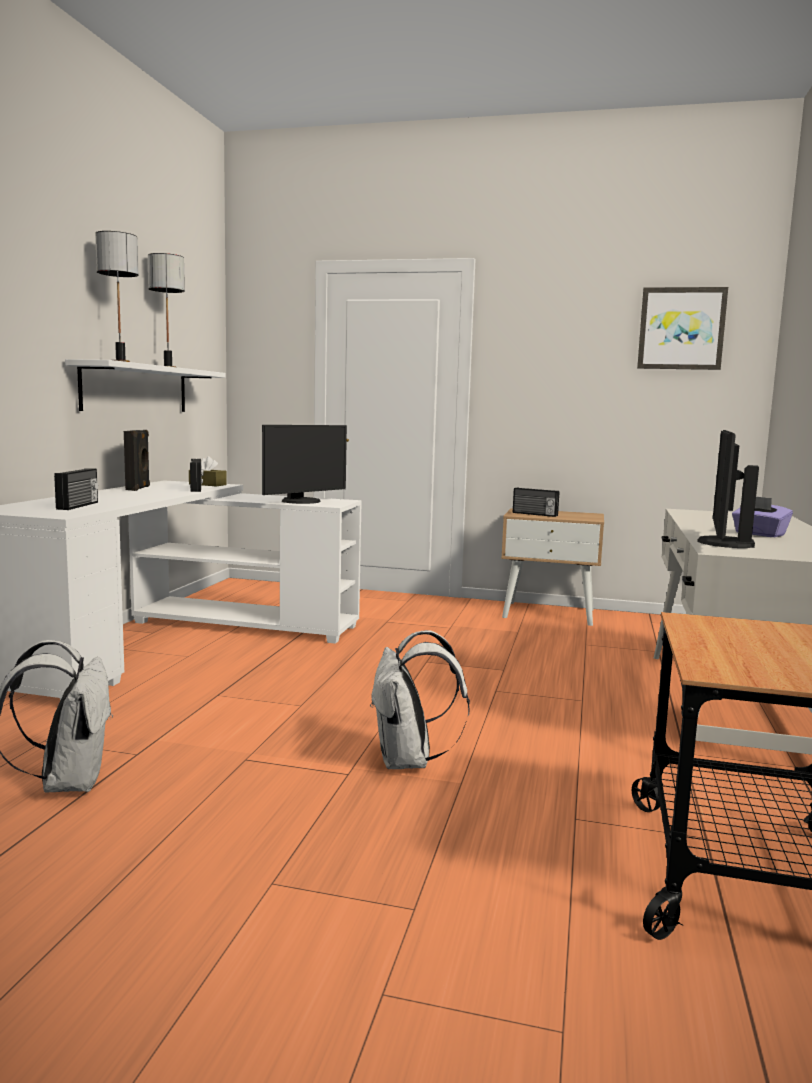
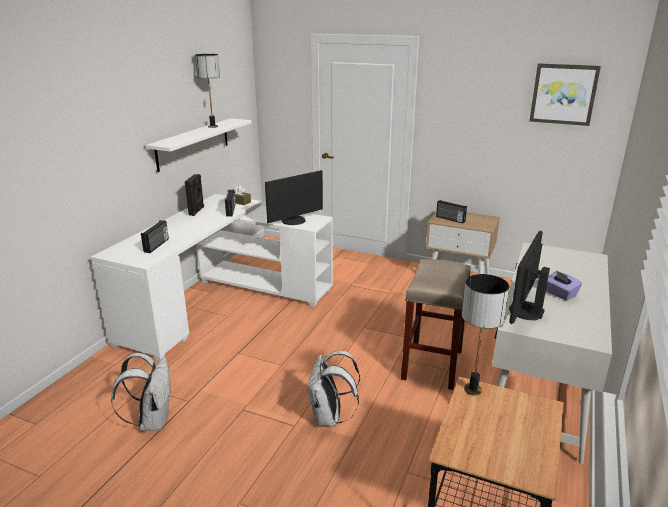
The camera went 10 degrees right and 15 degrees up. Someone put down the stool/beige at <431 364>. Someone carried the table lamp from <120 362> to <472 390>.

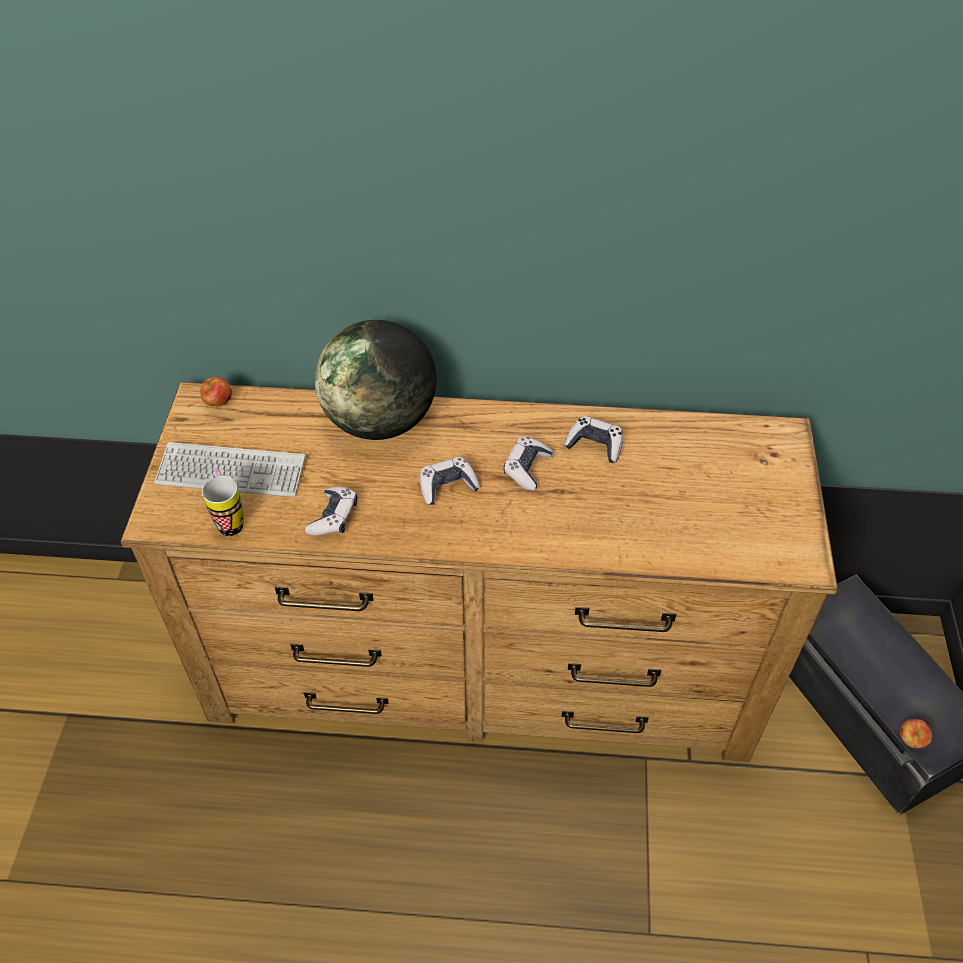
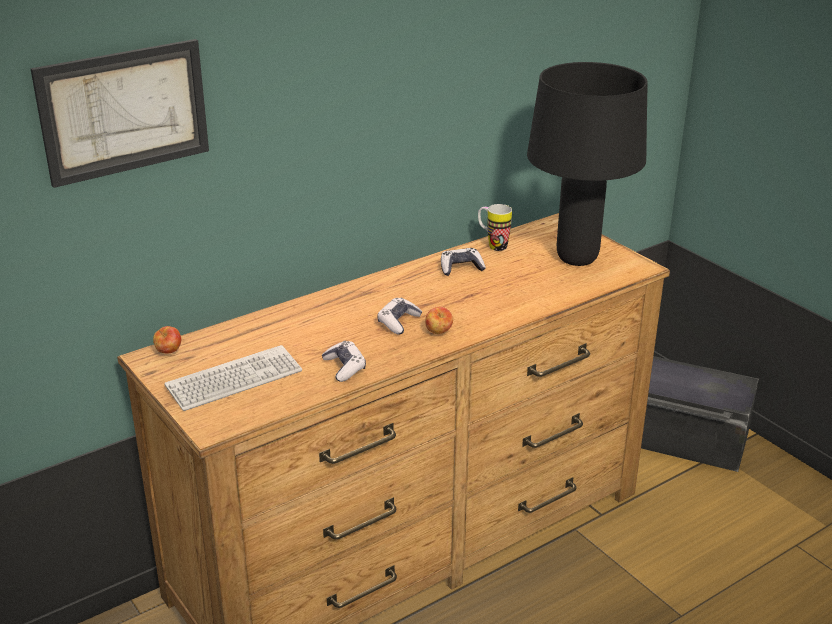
The camera went 40 degrees left and 20 degrees down. Someone put up the picture at <124 111>. Someone carried the apple from <910 740> to <438 332>. Someone carried the mug from <229 520> to <492 245>. Someone put down the table lamp/black at <578 258>. Someone took away the globe at <380 421>. Someone took away the game controller at <527 468>.

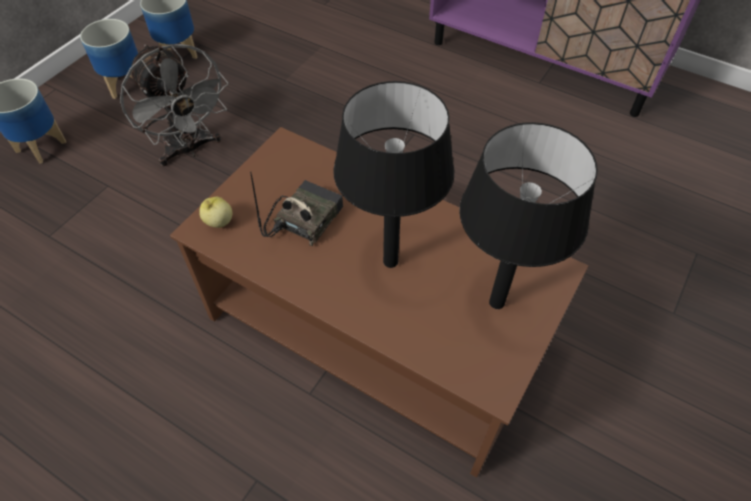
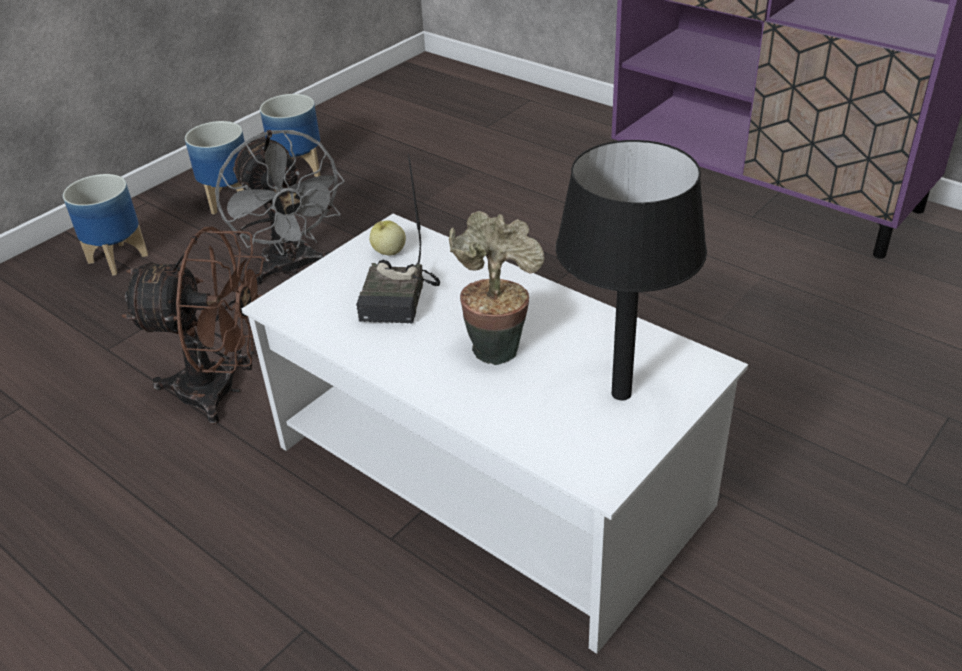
The camera went 10 degrees right and 15 degrees down. Someone put down the fan/brown at <222 391>. Someone repainted the coffee table/brown at <377 331>, which became the coffee table/white at <491 476>. Someone rotated the radio at <303 219> by 150 degrees clockwise. Someone carried the apple from <218 222> to <389 252>. Someone swapped the table lamp/black at <390 261> for the potted plant at <497 346>.

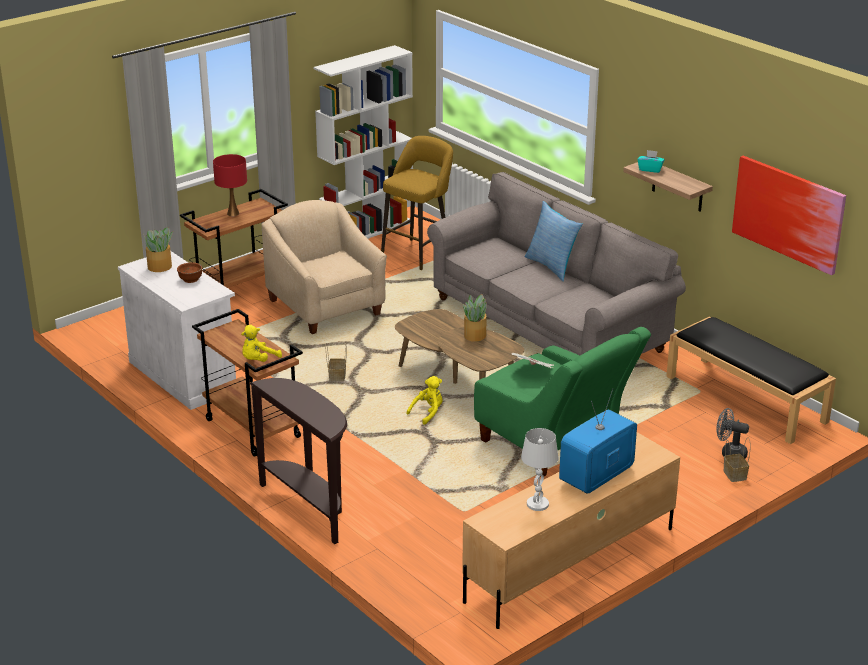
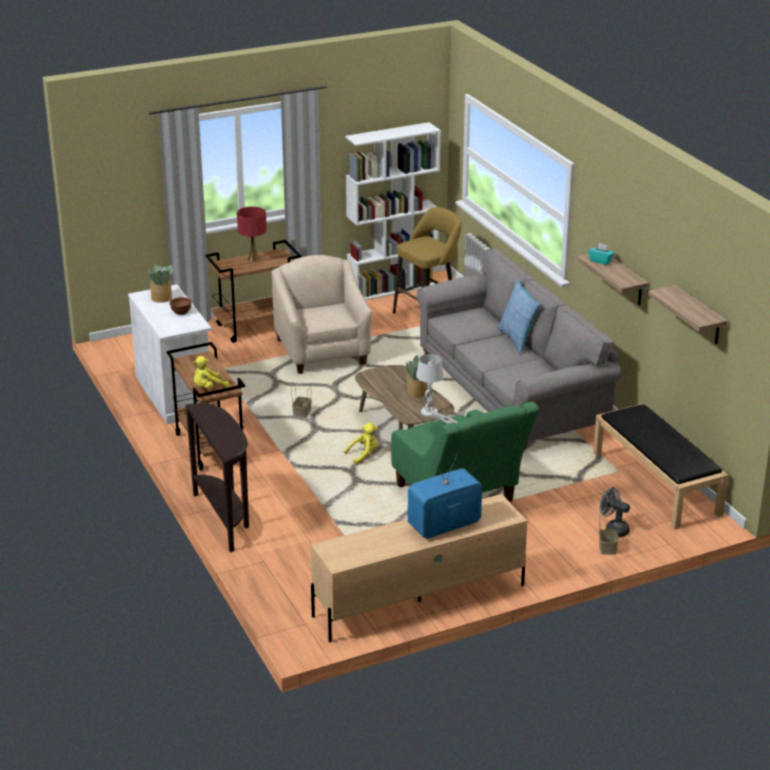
The camera went 15 degrees right and 0 degrees up. Someone carried the table lamp/white from <537 504> to <429 412>. Someone swapped the picture at <788 213> for the shelf at <699 316>.

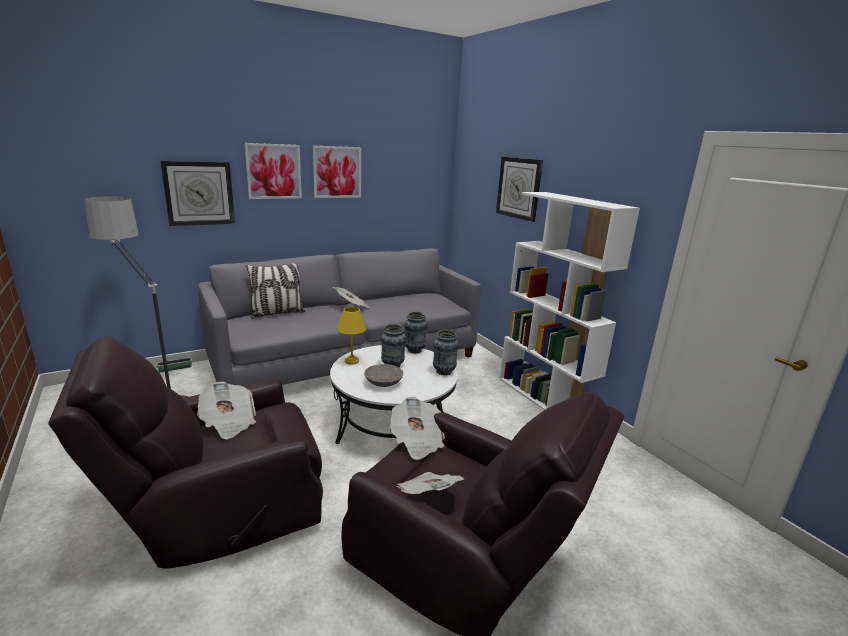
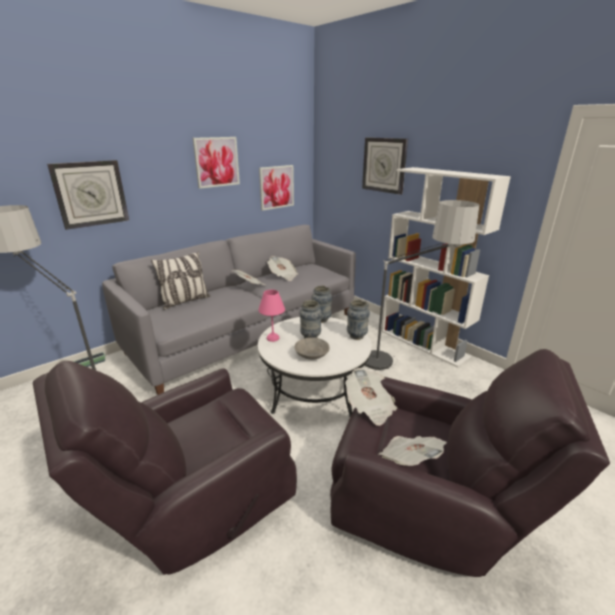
The camera went 10 degrees left and 5 degrees up. Someone repainted the table lamp/yellow at <352 361>, which became the table lamp/pink at <273 338>. Someone carried the picture from <273 171> to <276 187>. Someone carried the newspaper from <228 423> to <283 276>. Someone put down the floor lamp at <402 368>.

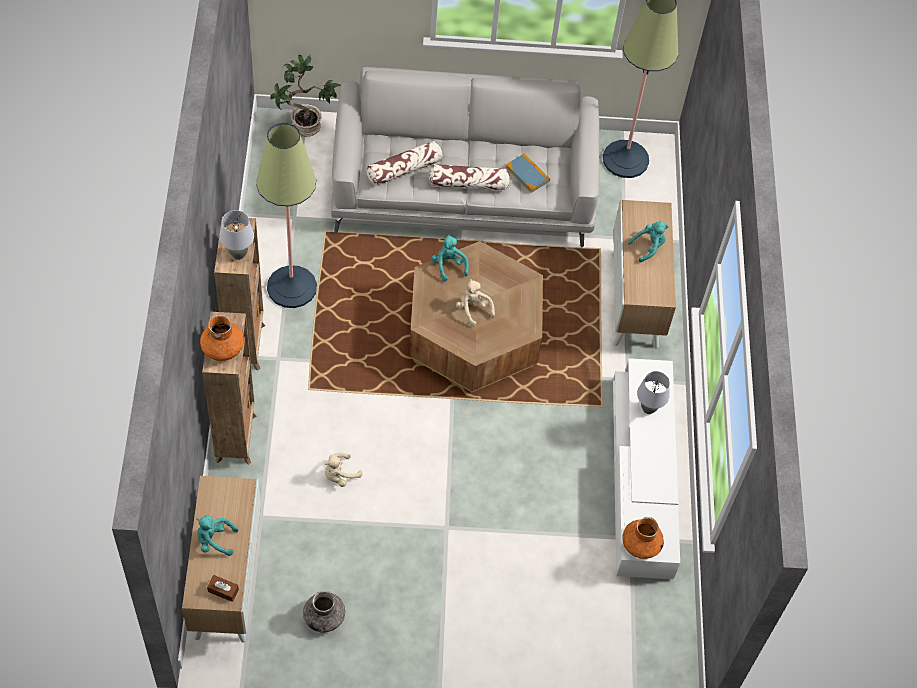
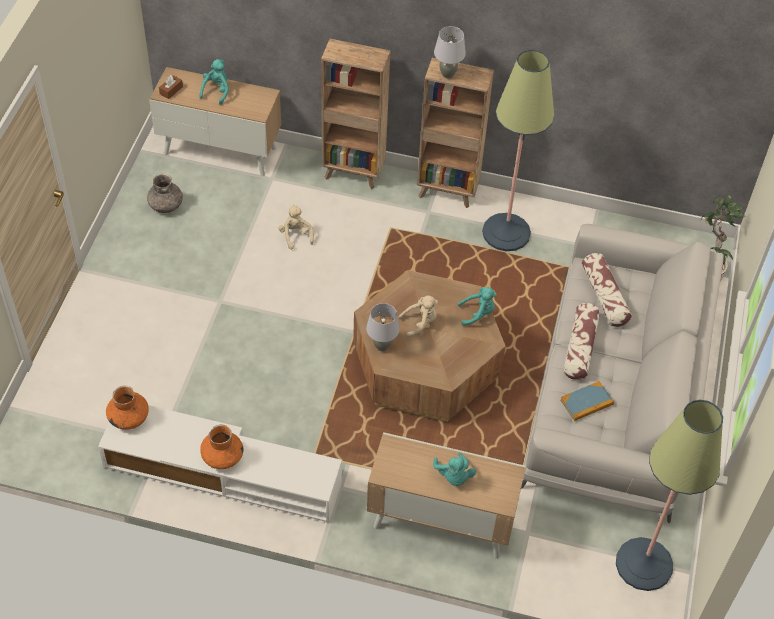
The camera went 105 degrees right and 5 degrees down. Someone carried the vase/orange from <223 348> to <222 457>. Someone carried the table lamp/grey from <648 409> to <381 346>.

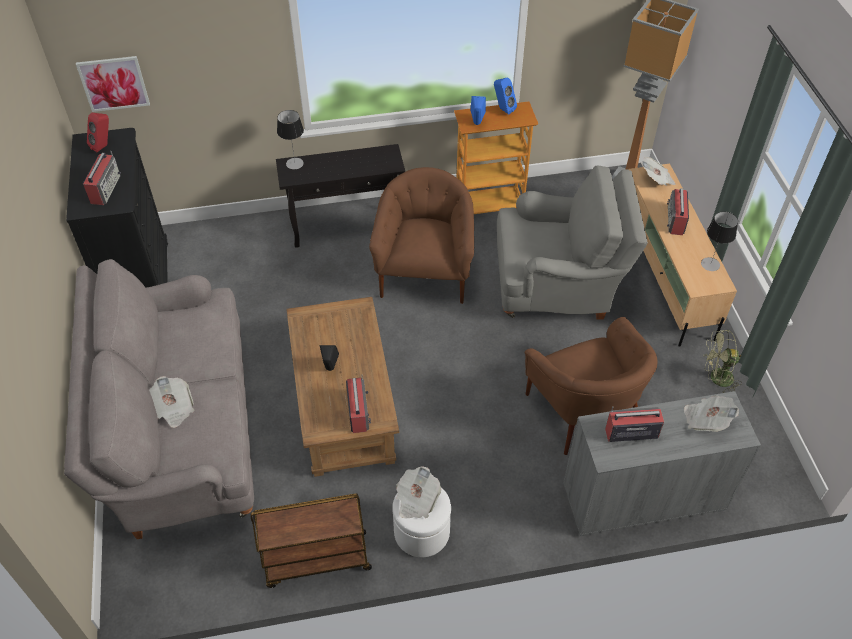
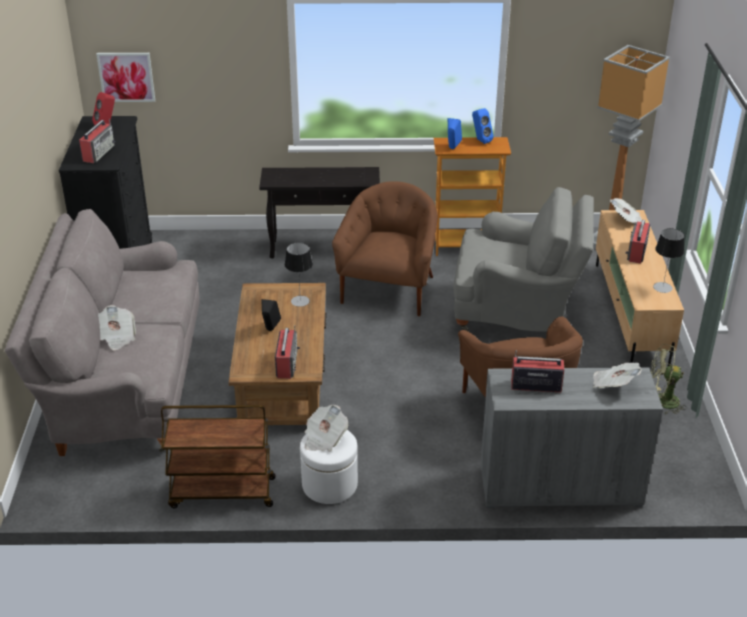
The camera went 10 degrees right and 15 degrees down. Someone carried the table lamp from <295 163> to <300 301>.

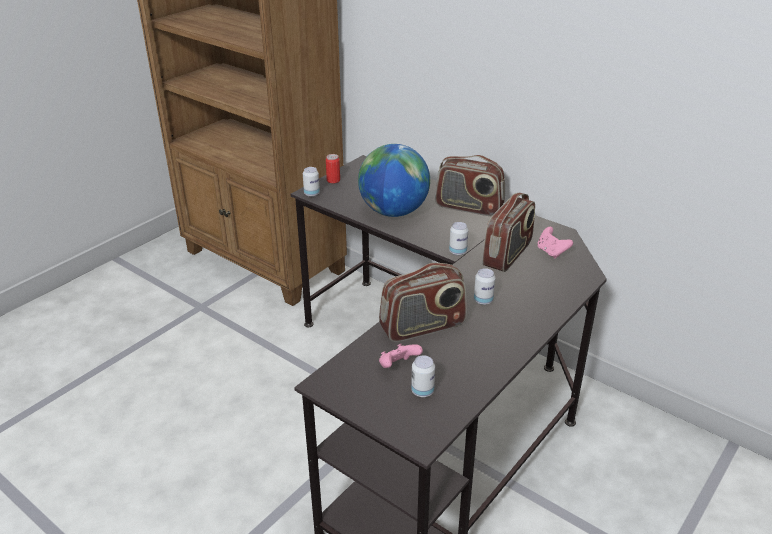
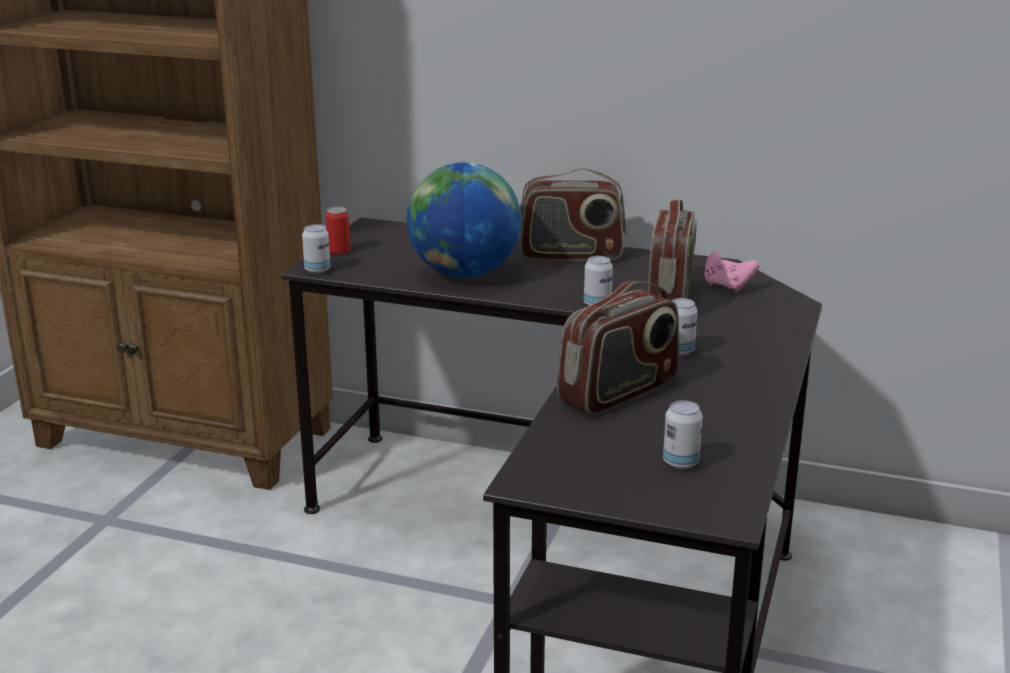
The camera went 20 degrees left and 10 degrees down. Someone took away the game controller/pink at <398 366>.

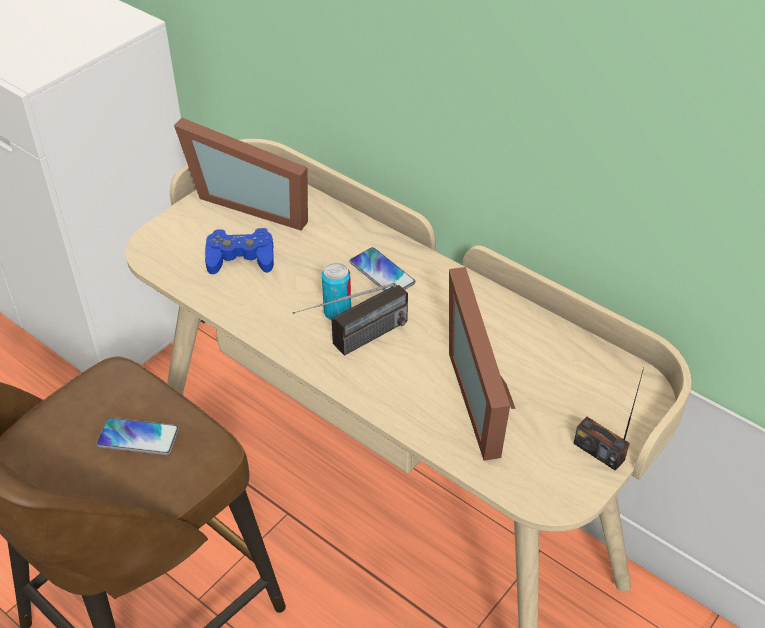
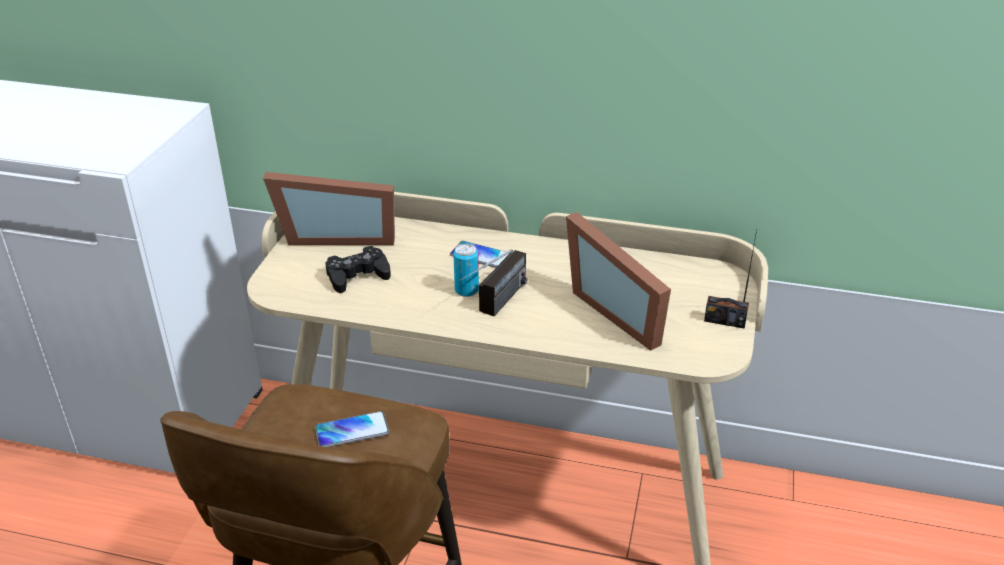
The camera went 25 degrees left and 10 degrees down. Someone repainted the game controller/blue at <241 258>, which became the game controller/black at <357 276>.

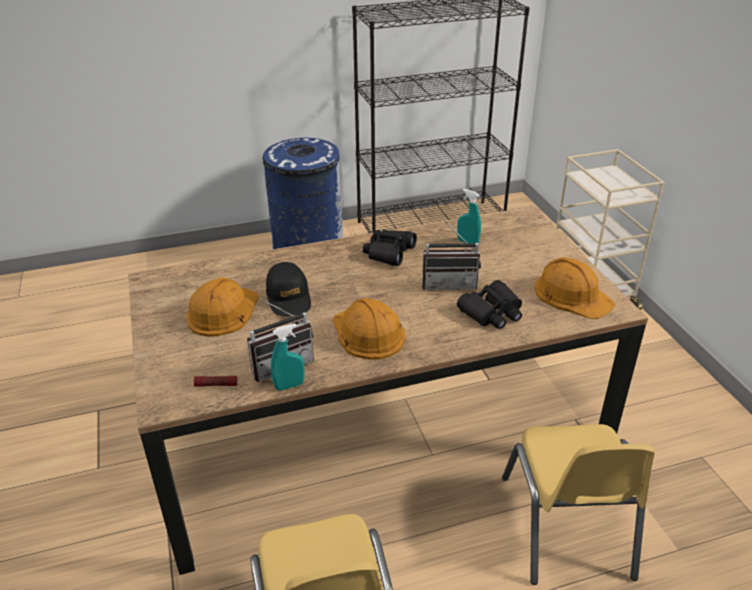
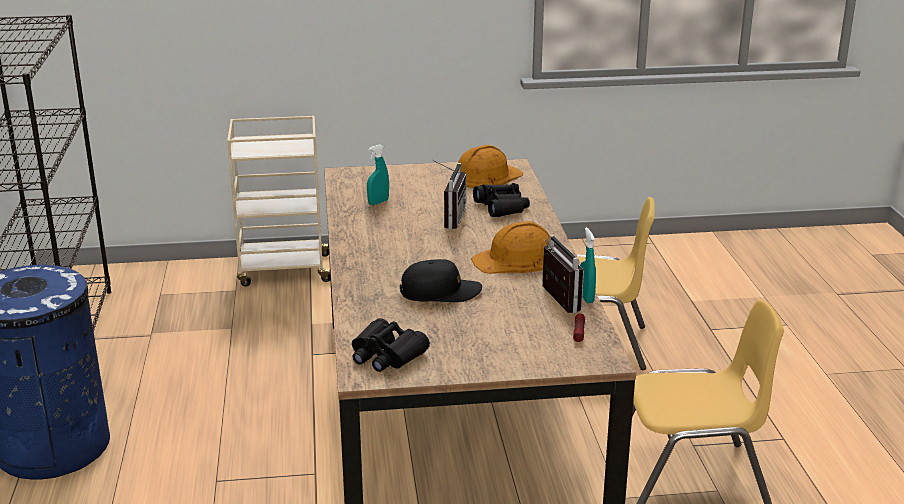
The camera went 80 degrees left and 10 degrees down. Someone carried the binoculars/black from <389 253> to <386 355>. Someone took away the hard hat/orange at <222 311>.

